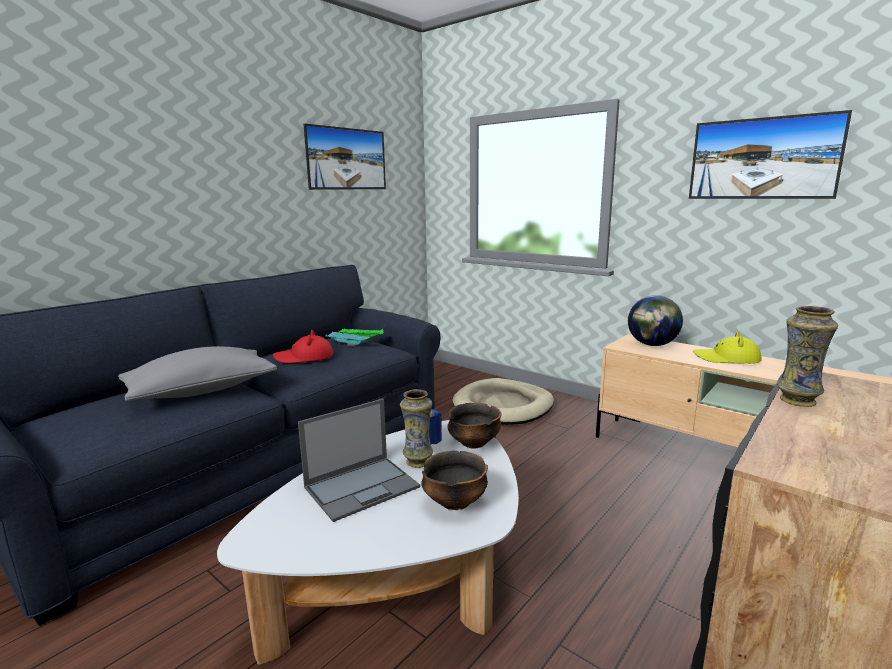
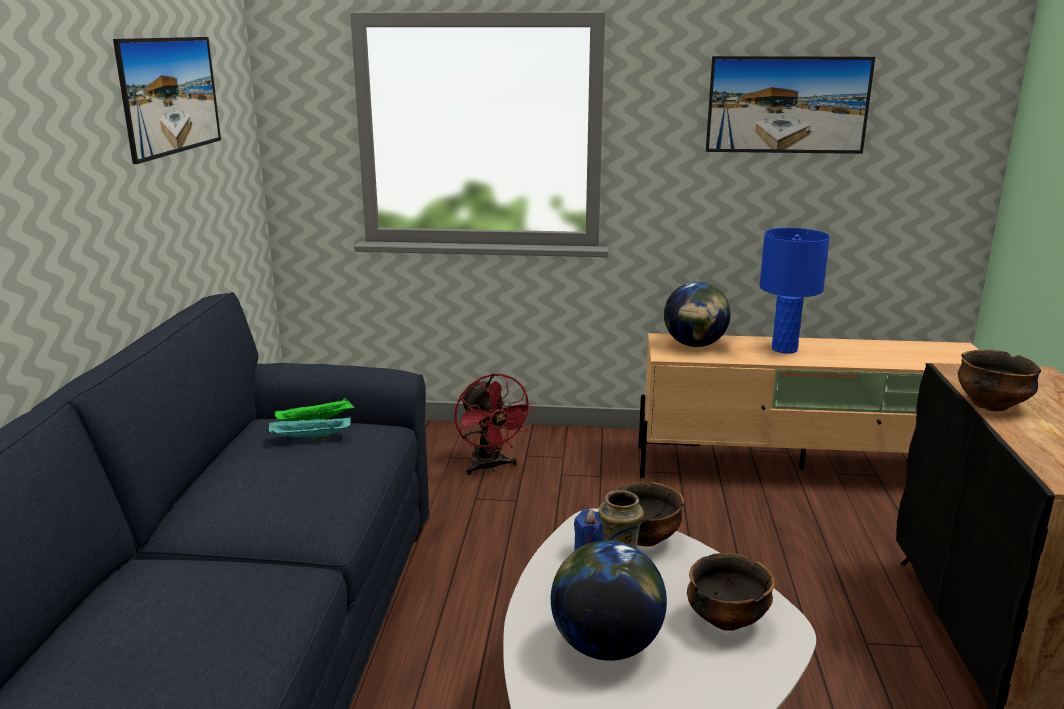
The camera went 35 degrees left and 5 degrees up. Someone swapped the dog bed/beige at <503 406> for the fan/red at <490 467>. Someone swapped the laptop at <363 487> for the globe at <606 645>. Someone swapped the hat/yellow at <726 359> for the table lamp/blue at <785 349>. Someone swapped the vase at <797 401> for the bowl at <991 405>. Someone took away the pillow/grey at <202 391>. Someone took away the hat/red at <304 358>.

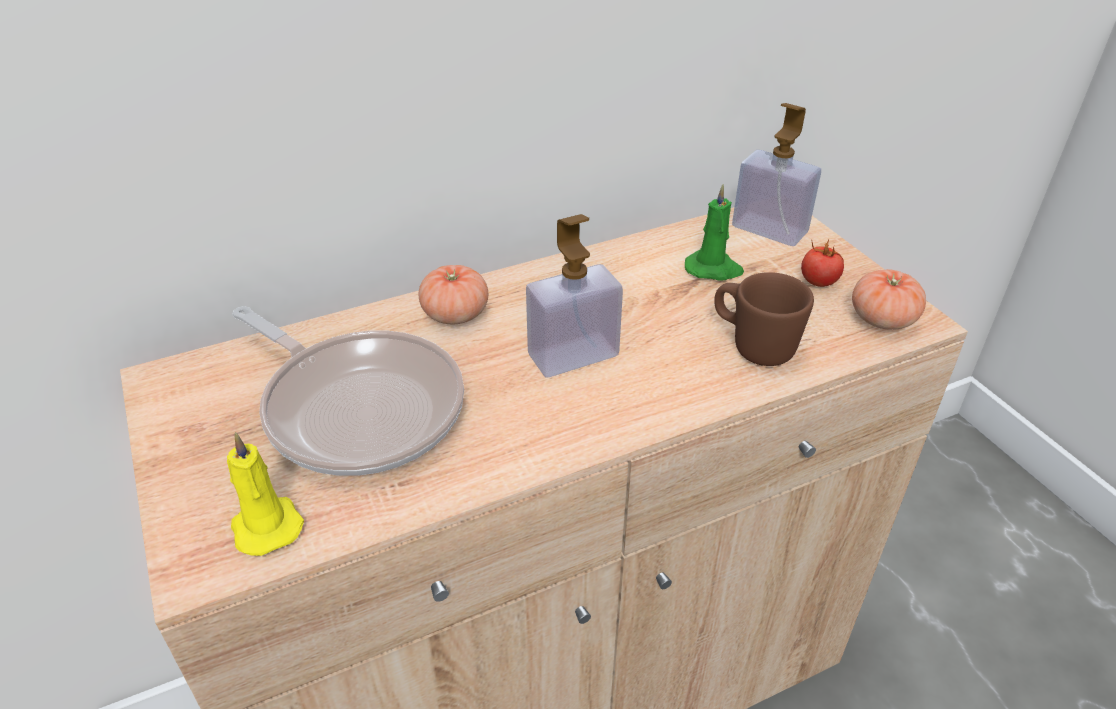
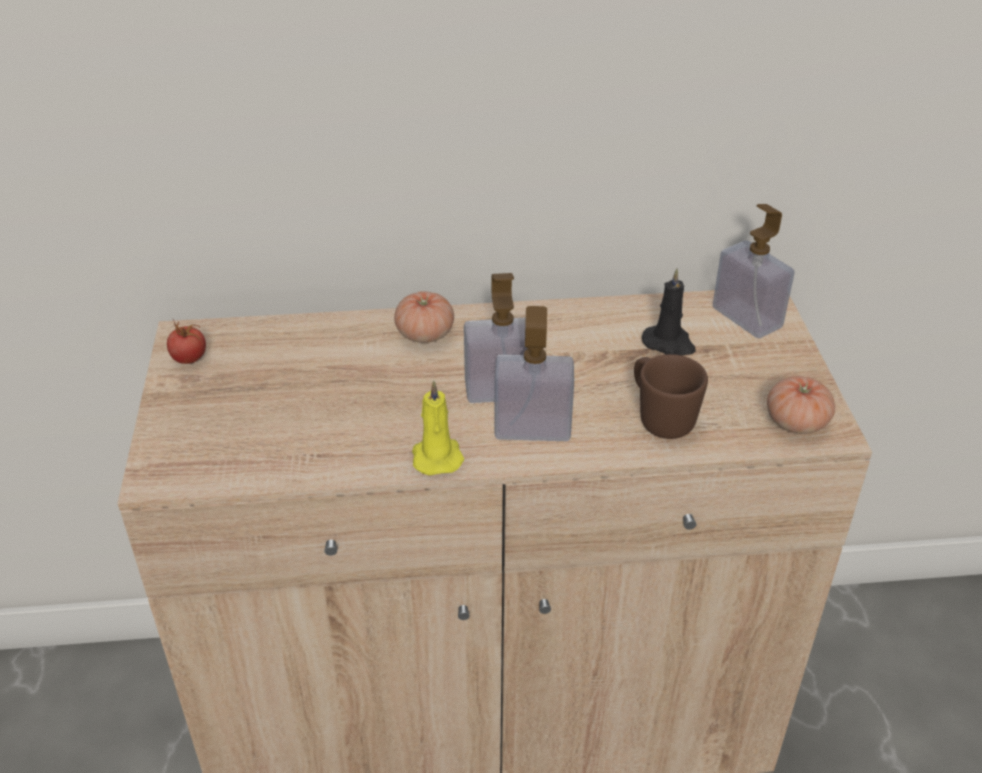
The camera went 20 degrees right and 0 degrees up. Someone carried the tomato from <819 282> to <189 359>. Someone carried the candle/yellow from <266 525> to <436 456>. Someone put down the soap dispenser at <532 428>. Someone repainted the candle/green at <714 269>, which became the candle/black at <669 343>. Someone took away the frying pan at <358 407>.

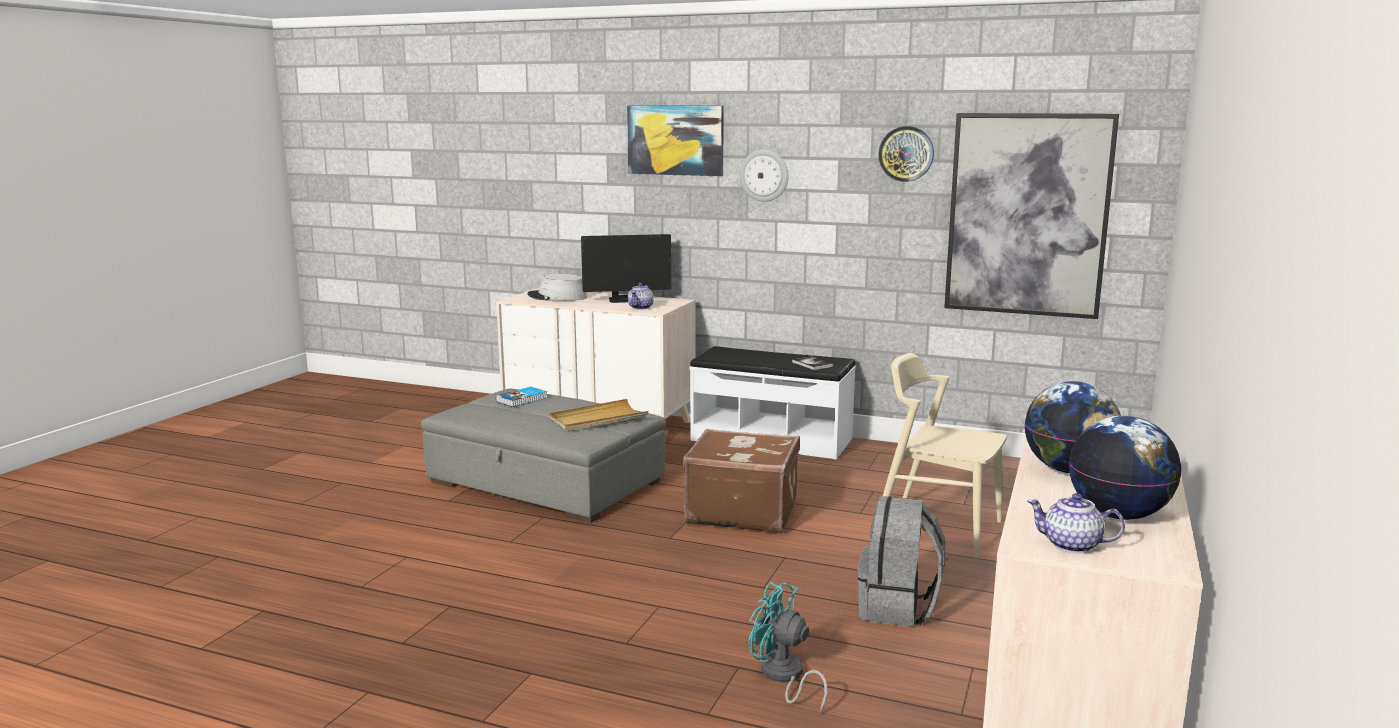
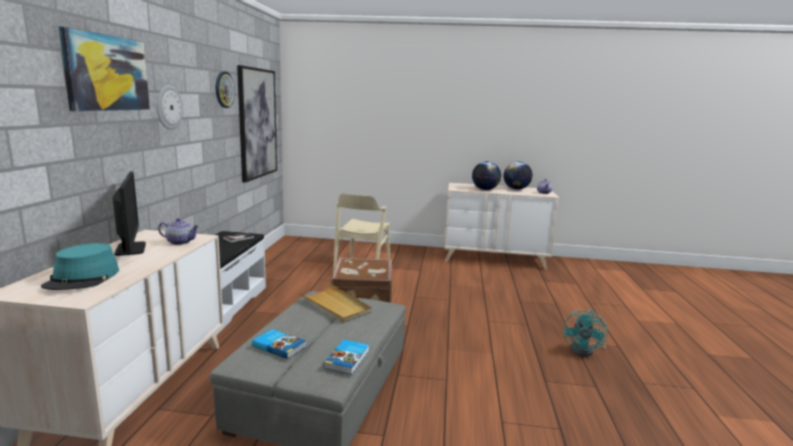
The camera went 105 degrees left and 0 degrees up. Someone repainted the hat/grey at <557 297>, which became the hat/turquoise at <83 278>. Someone put down the book at <348 359>. Someone carried the fan/turquoise from <783 677> to <585 350>. Someone took away the backpack/grey at <897 608>.

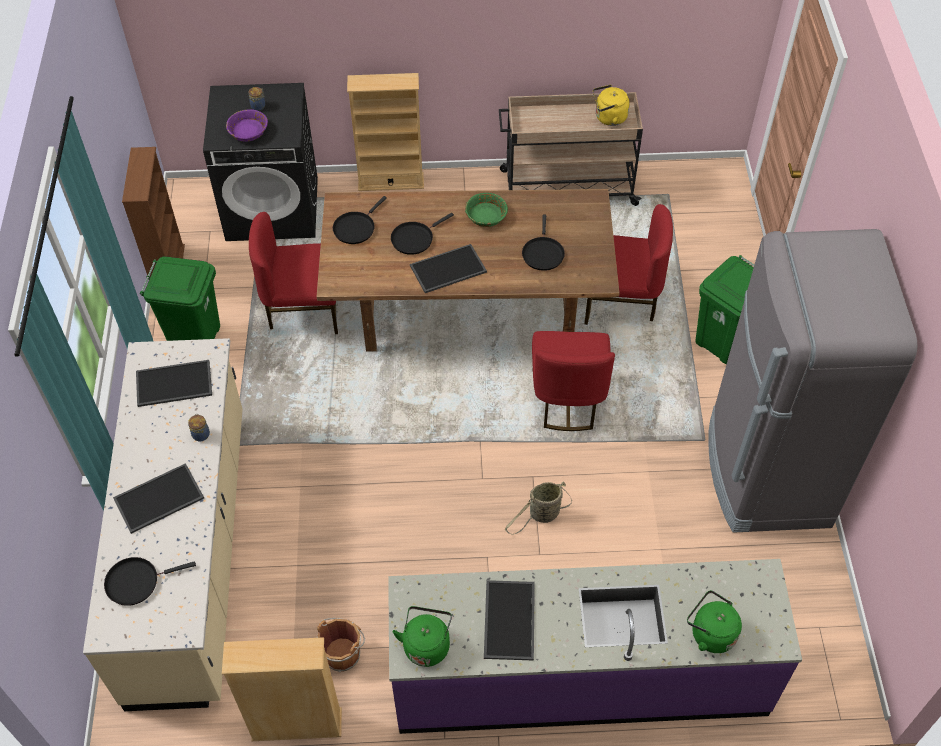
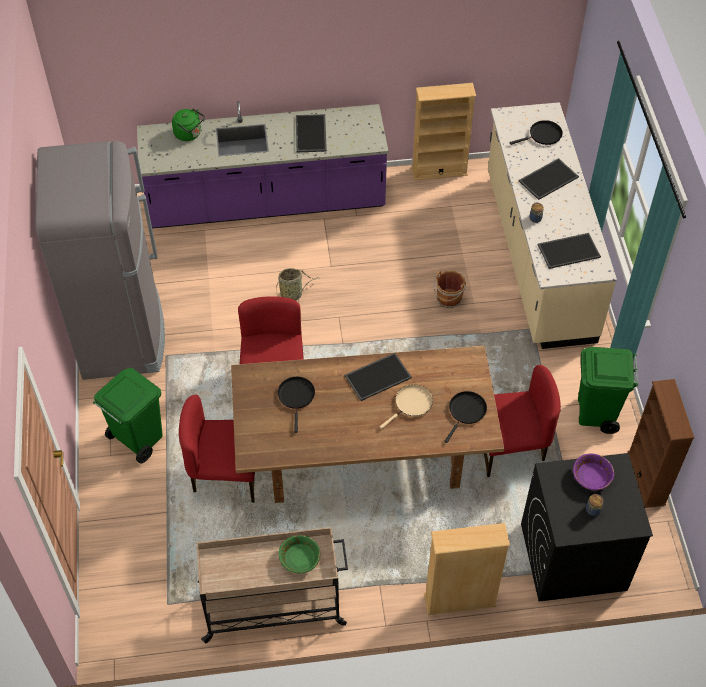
The camera went 175 degrees right and 0 degrees up. Someone carried the bowl/green from <486 216> to <300 558>. Someone repainted the frying pan/black at <414 238>, which became the frying pan/beige at <411 404>. Someone carried the bucket/brown from <343 653> to <448 300>. Someone took away the kettle/green at <426 644>. Someone took away the kettle/yellow at <608 118>.

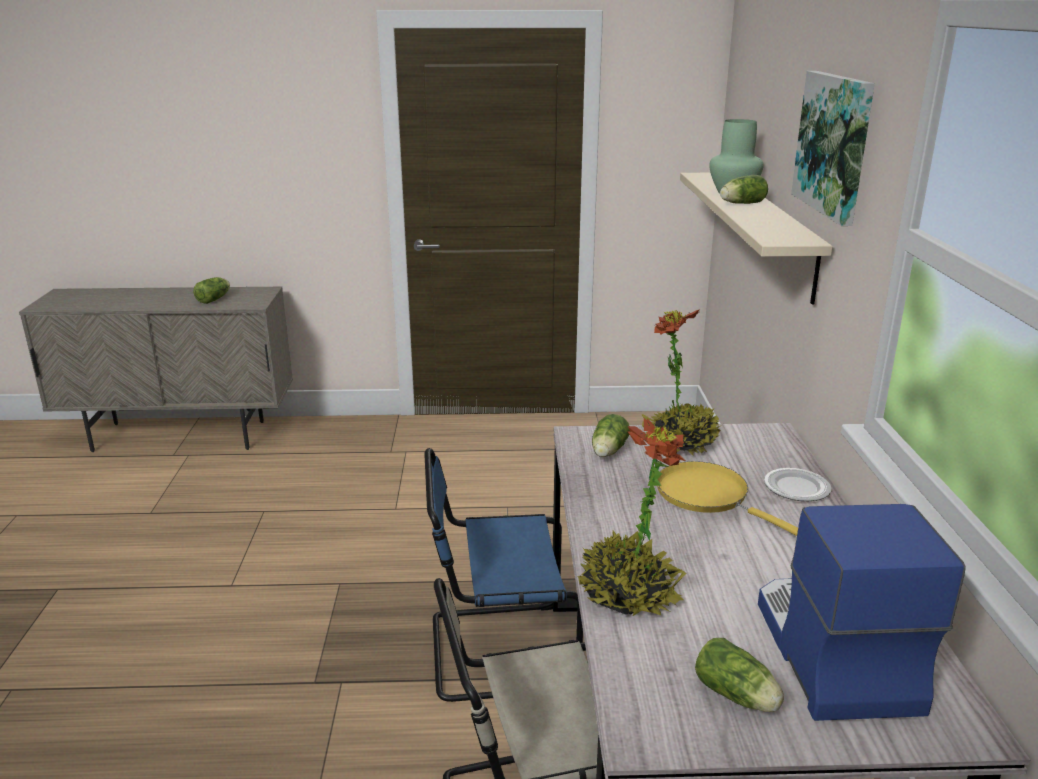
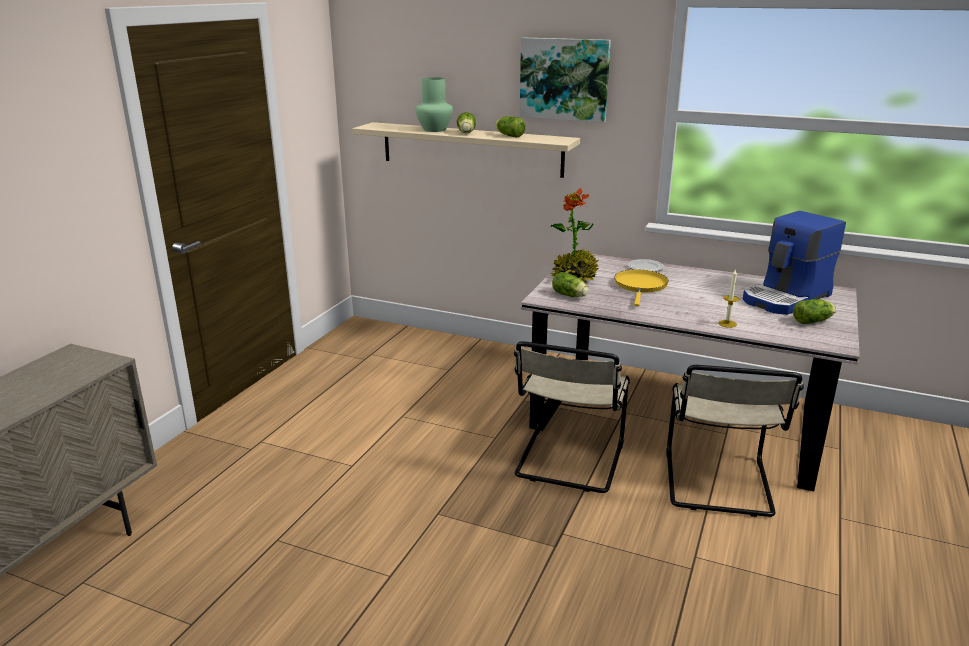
The camera went 65 degrees left and 0 degrees up. Someone carried the lettuce from <215 299> to <508 135>. Someone repainted the chair/blue at <495 651>, which became the chair/beige at <568 462>. Someone rotated the frying pan/yellow at <707 496> by 120 degrees clockwise. Someone swapped the potted plant at <628 594> for the candle at <727 323>. Someone rotated the coffee machine at <831 653> by 60 degrees counterclockwise.

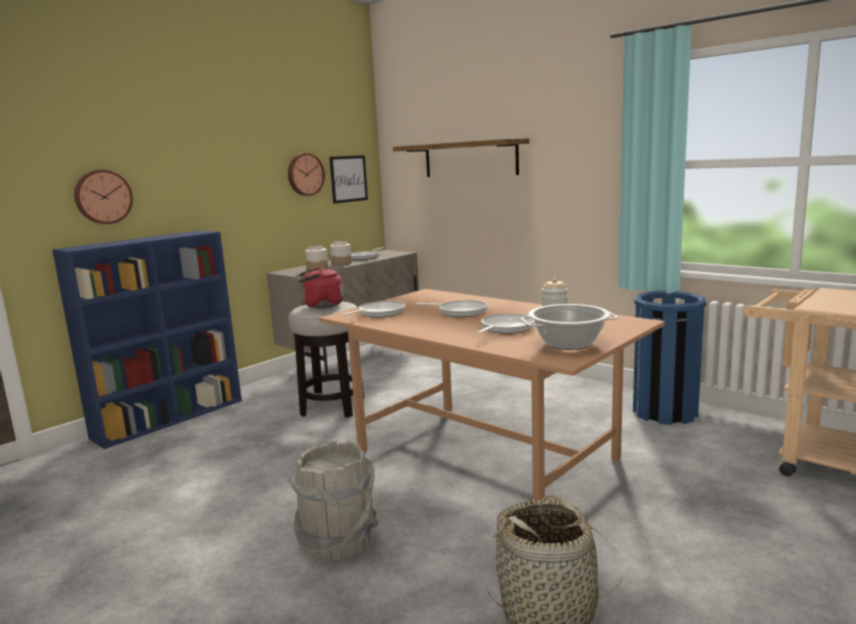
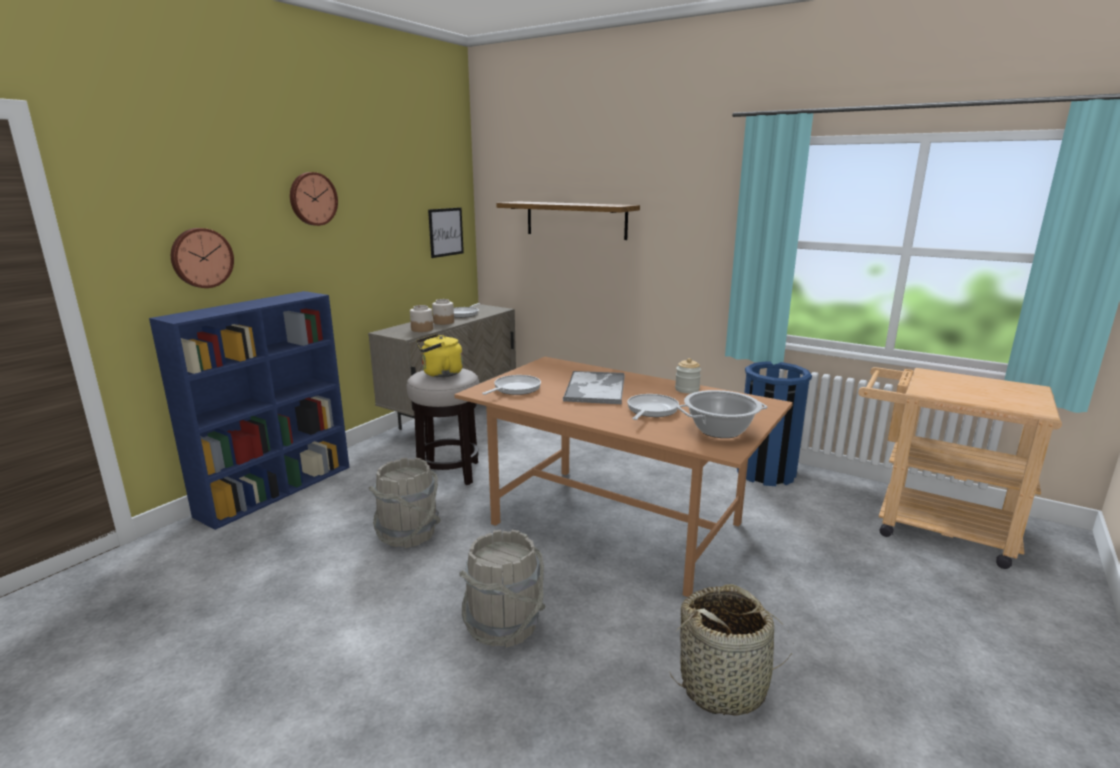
The camera went 10 degrees left and 5 degrees up. Someone carried the wall clock from <305 174> to <312 199>. Someone put down the bucket/grey at <408 534>. Someone repainted the kettle/red at <321 305>, which became the kettle/yellow at <440 374>. Someone swapped the frying pan at <459 312> for the tray at <595 388>.

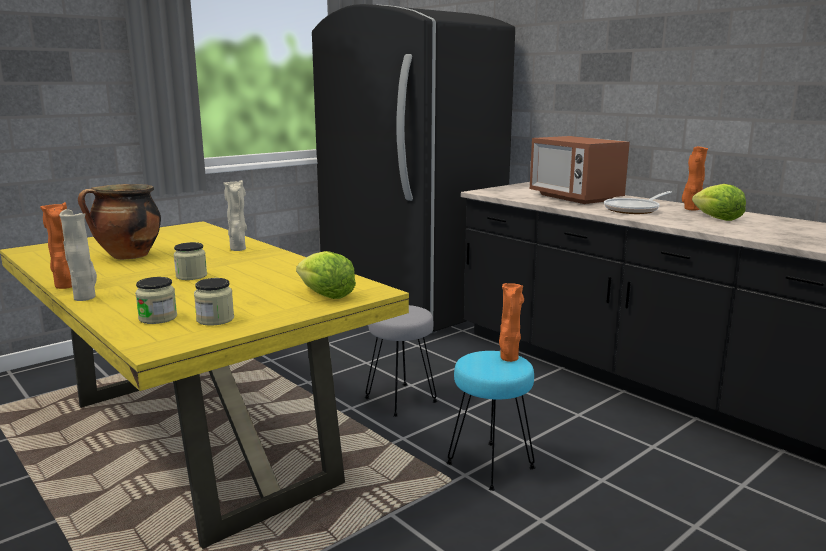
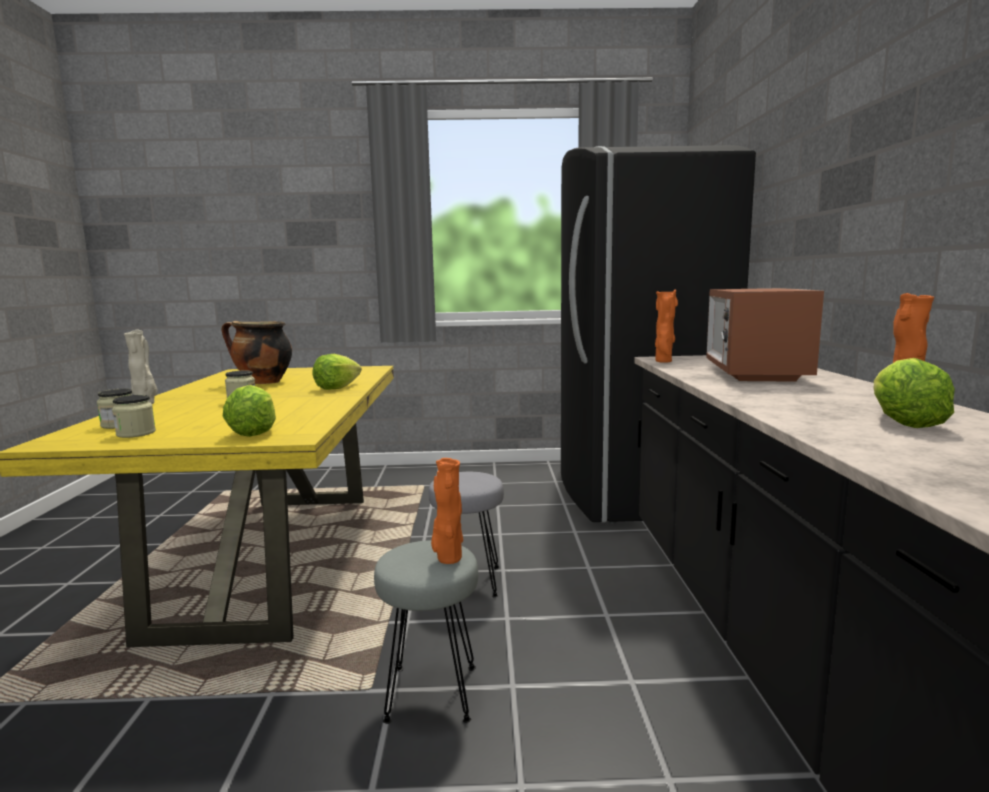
The camera went 40 degrees right and 5 degrees down. Someone swapped the vase/beige at <238 249> for the lettuce at <337 387>. Someone repainted the stool/turquoise at <490 465>, which became the stool/grey at <432 692>. Someone carried the vase/orange from <66 287> to <663 361>. Someone took away the frying pan at <634 210>.

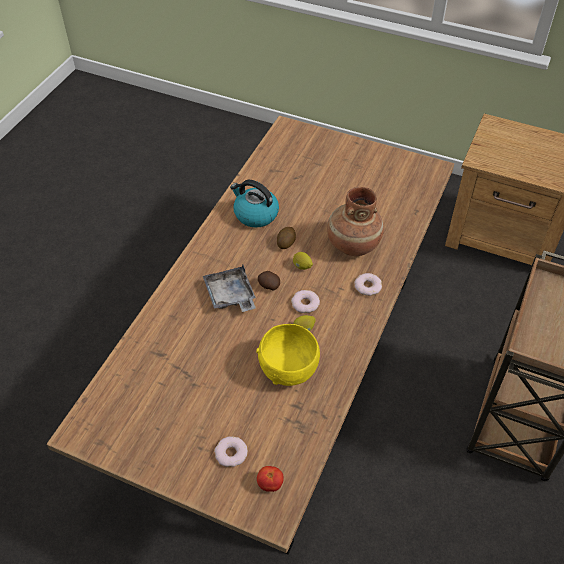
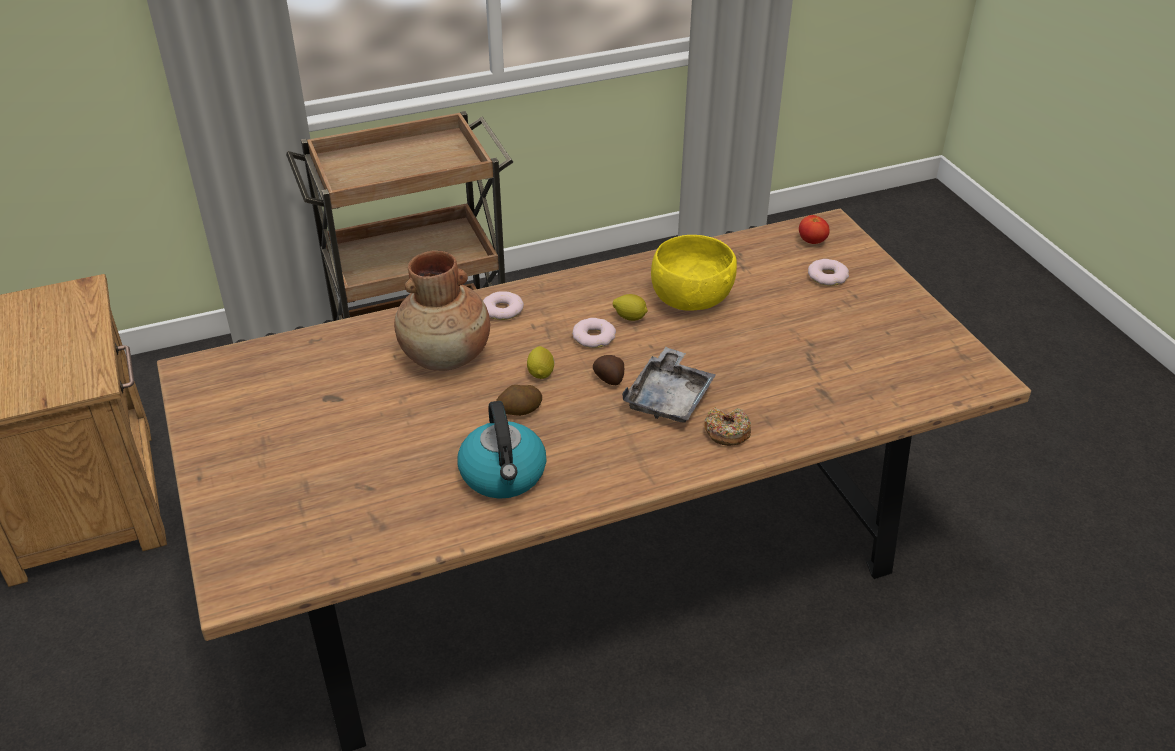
The camera went 135 degrees left and 10 degrees down. Someone put down the donut at <727 432>.

